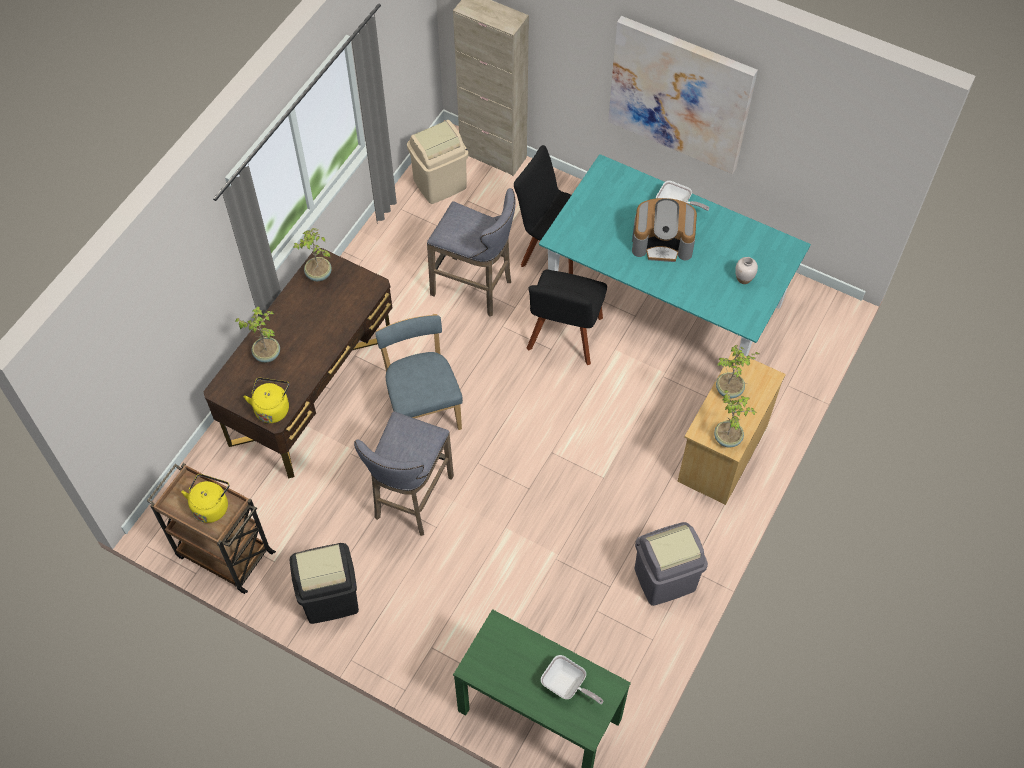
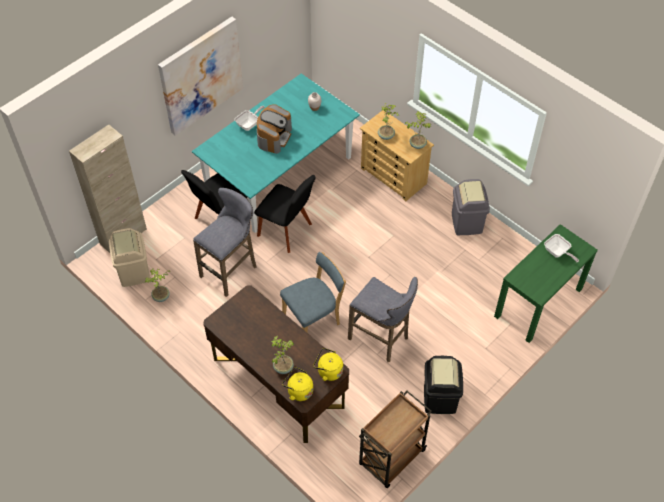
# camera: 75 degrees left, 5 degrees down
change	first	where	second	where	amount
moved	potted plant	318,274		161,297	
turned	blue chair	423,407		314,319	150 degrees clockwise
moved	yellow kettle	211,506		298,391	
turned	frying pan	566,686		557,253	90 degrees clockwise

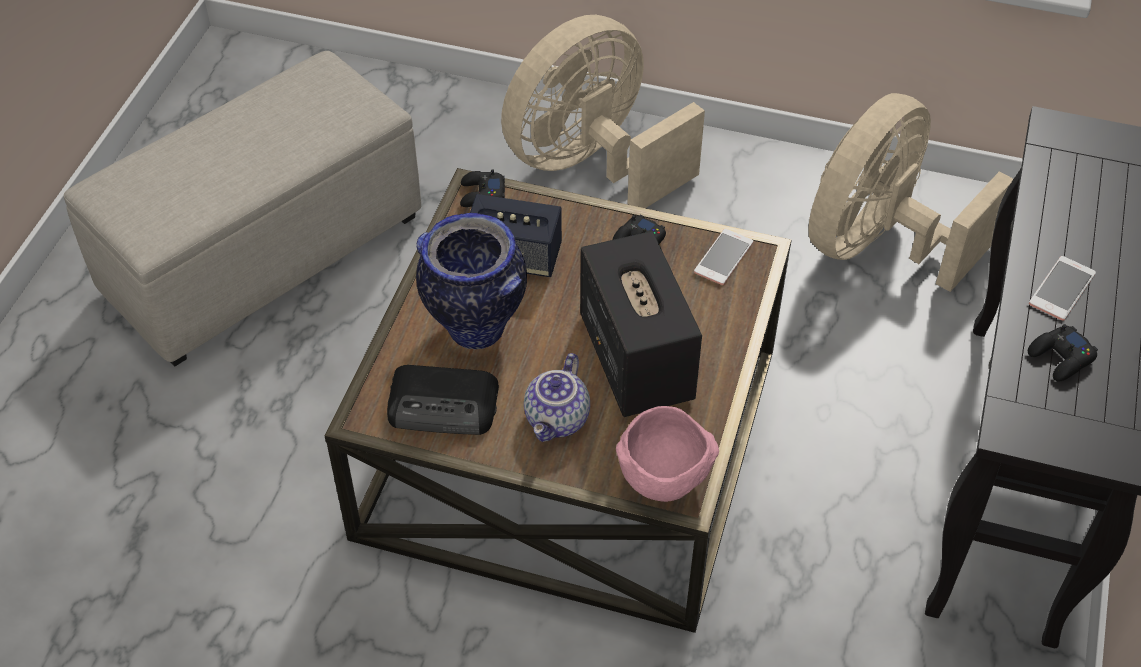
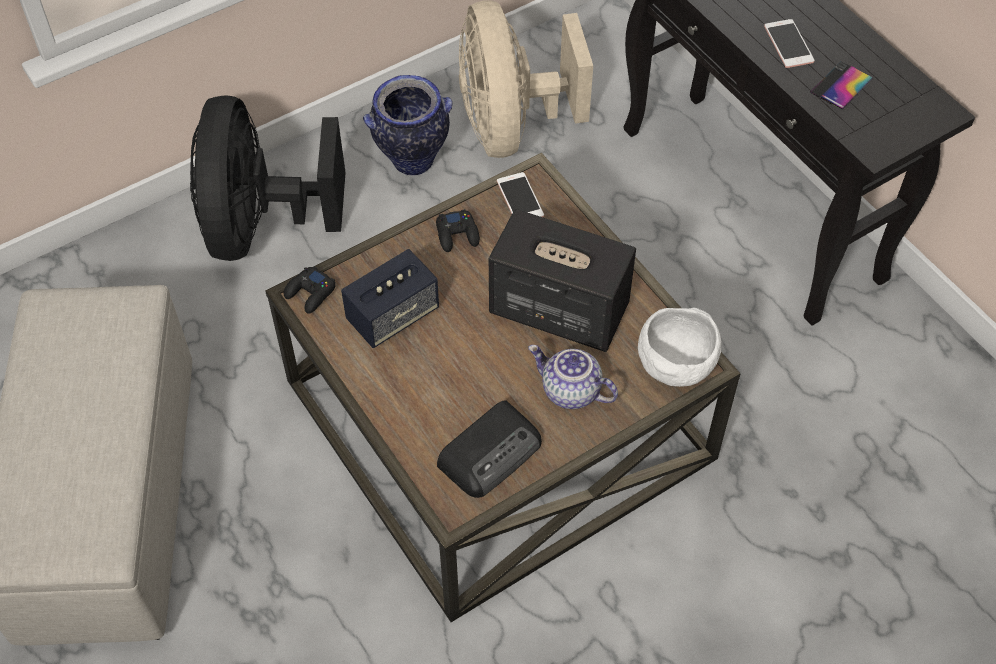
# camera: 50 degrees left, 5 degrees up
change	first	where	second	where	amount
recoloured	beige fan	592,164	black fan	261,225	
moved	vase	474,329		412,162	
turned	teapot	558,420		569,392	150 degrees clockwise
recoloured	pink bowl	664,477	white bowl	675,365	
replaced	black game controller	1061,358	phone	841,85	

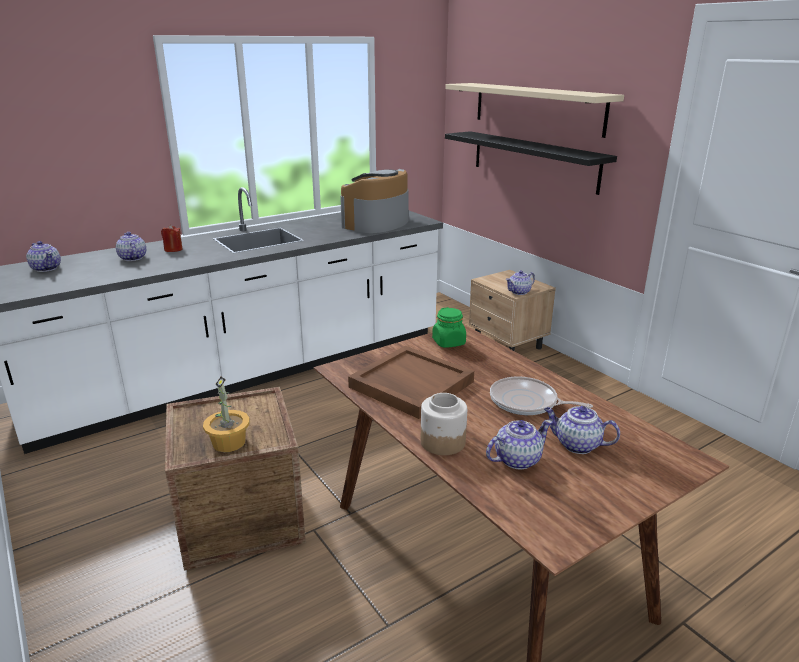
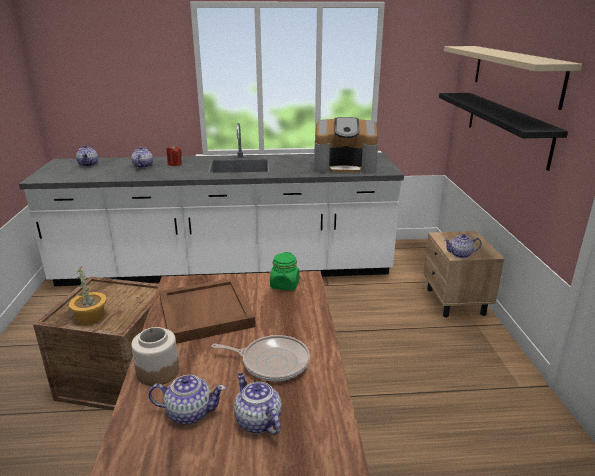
# camera: 30 degrees right, 0 degrees up
change	first	where	second	where	amount
turned	frying pan	527,402		272,362	135 degrees clockwise
turned	coffee machine	376,223		345,167	150 degrees counterclockwise

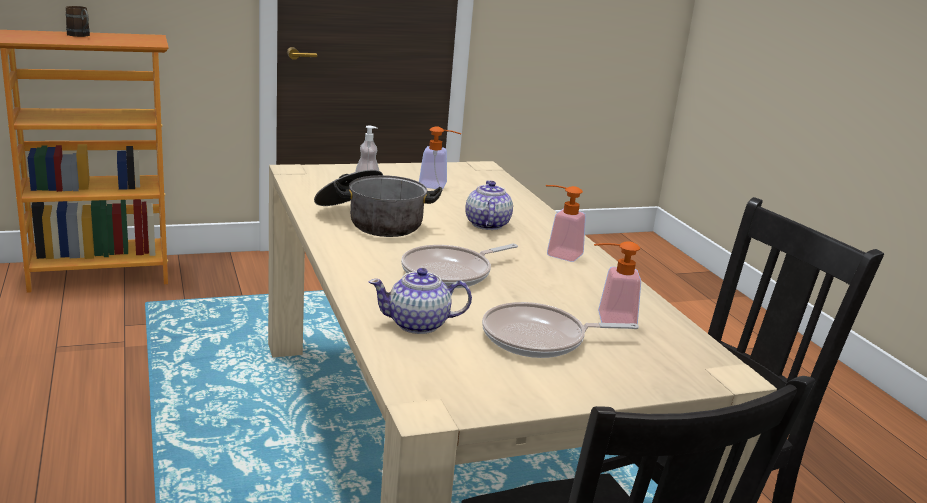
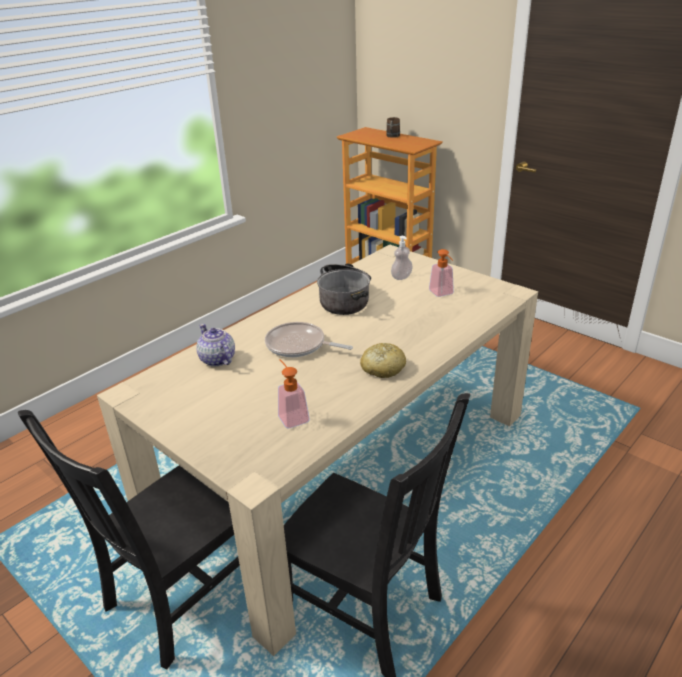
# camera: 65 degrees right, 10 degrees up
change	first	where	second	where	amount
replaced	soap dispenser	558,253	bread	382,368	
removed	teapot	486,225			
removed	frying pan	539,339			

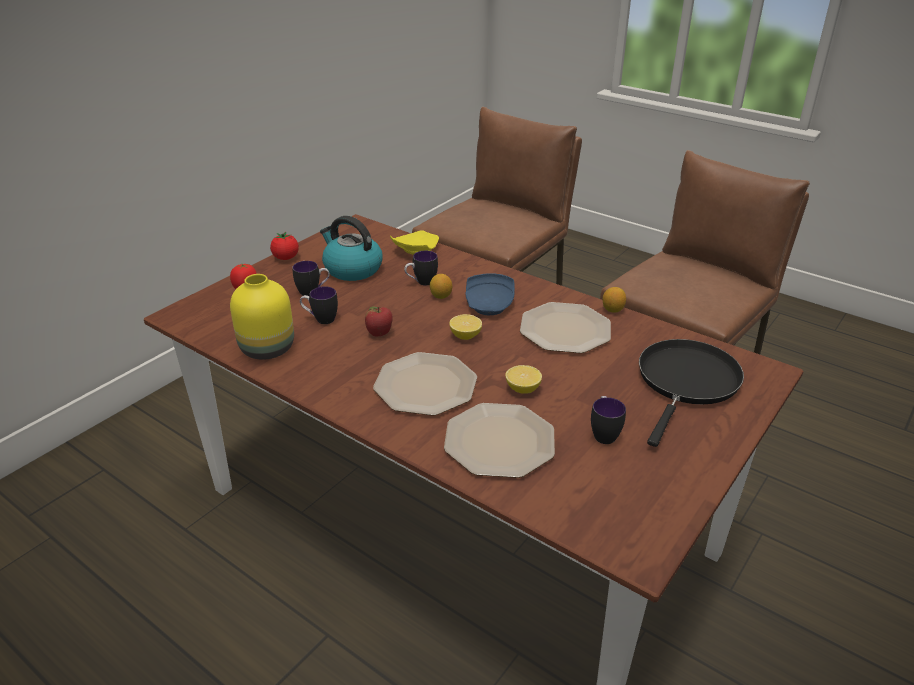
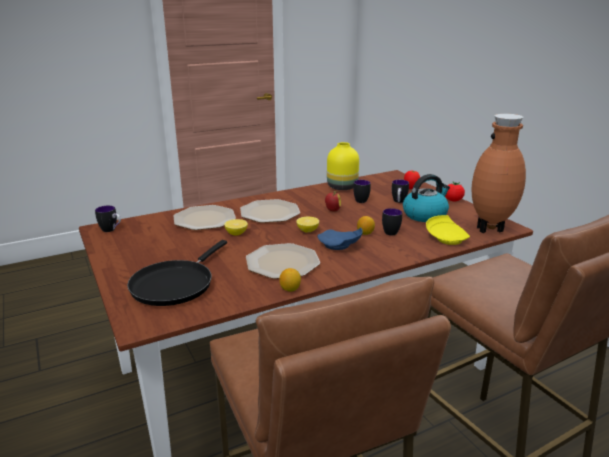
# camera: 115 degrees right, 10 degrees down
change	first	where	second	where	amount
moved	mug	603,433		111,230	
turned	black frying pan	686,382		175,284	60 degrees clockwise
added			brown vase	491,229	

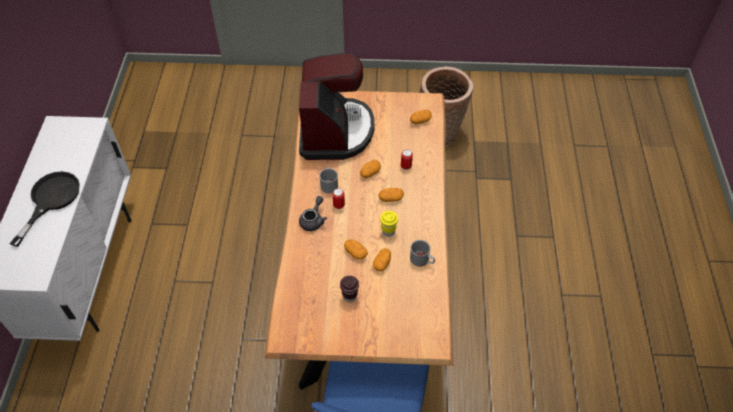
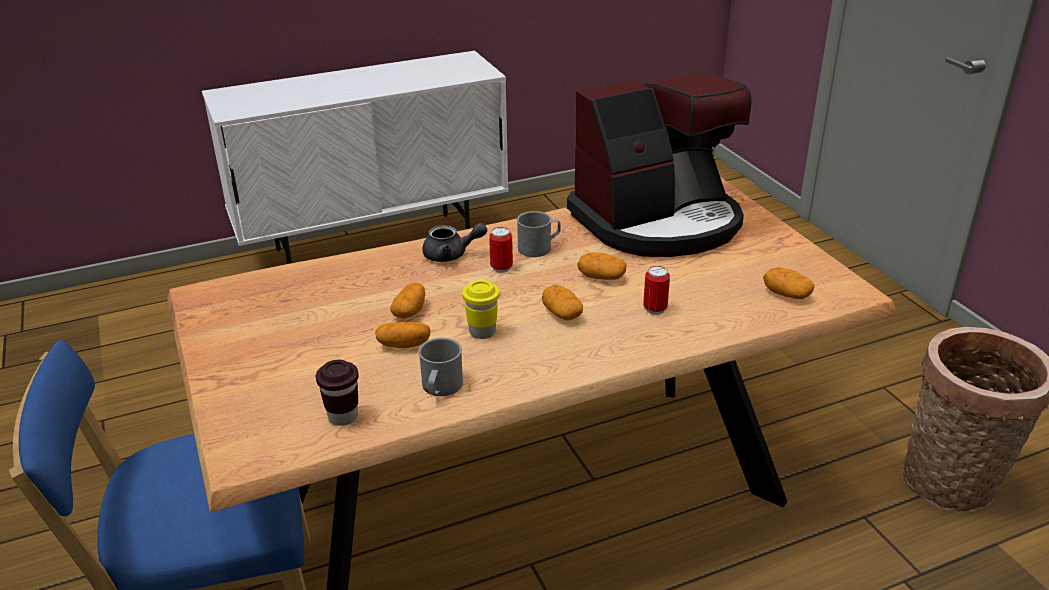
# camera: 65 degrees right, 20 degrees down
change	first	where	second	where	amount
moved	brown cup	349,296		343,416	
removed	black frying pan	51,200			

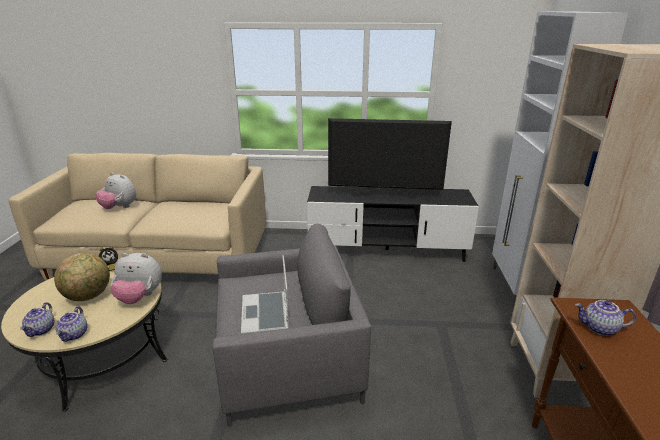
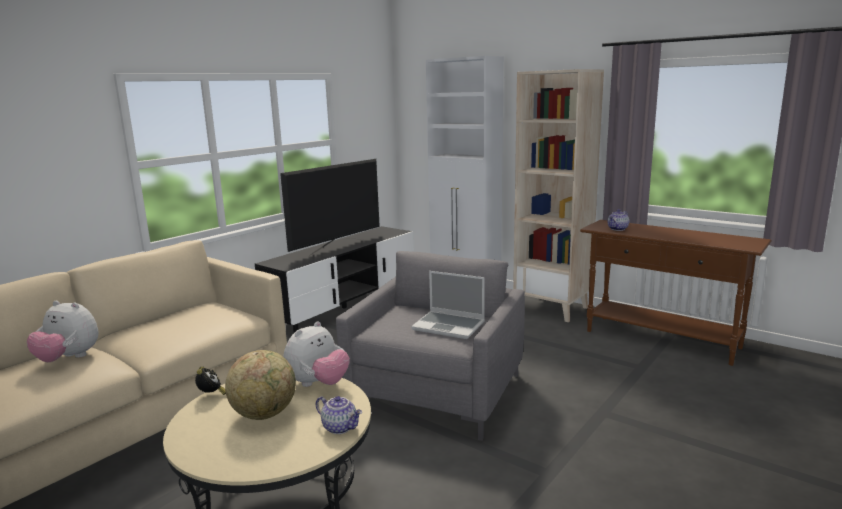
# camera: 55 degrees left, 10 degrees down
change	first	where	second	where	amount
turned	plush toy	119,208		69,359	45 degrees clockwise
removed	teapot	42,330			

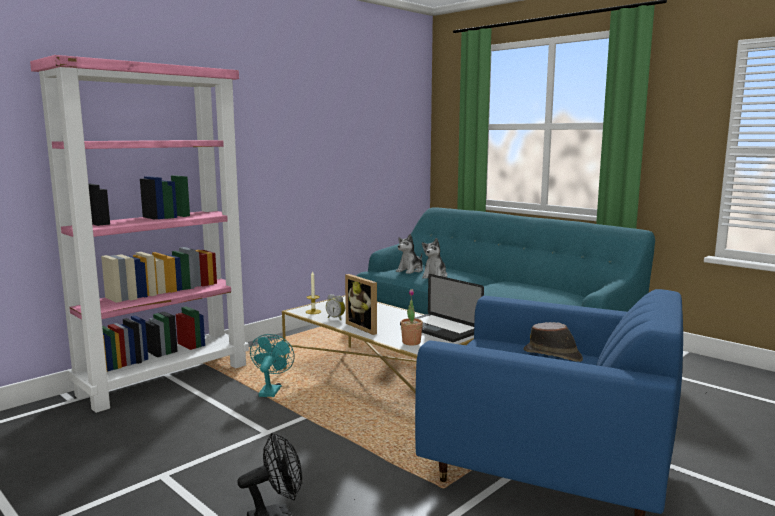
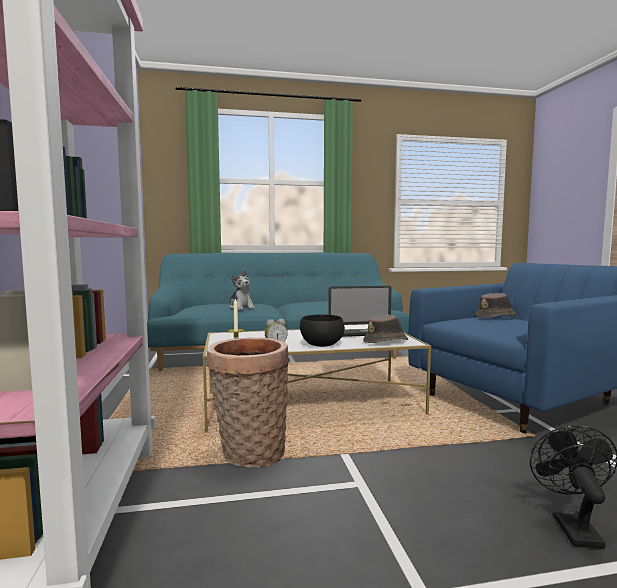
# camera: 55 degrees left, 5 degrees down
change	first	where	second	where	amount
replaced	turquoise fan	271,390	basket	249,453	
replaced	picture frame	365,327	black bowl	322,344	
replaced	potted plant	411,342	brown hat	386,341	
removed	plush toy	410,270			

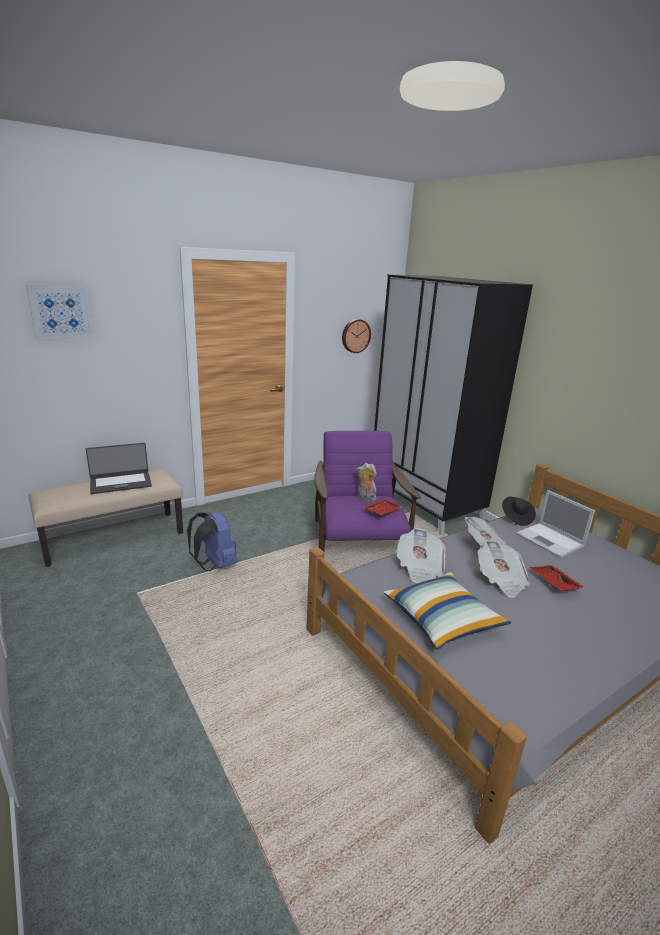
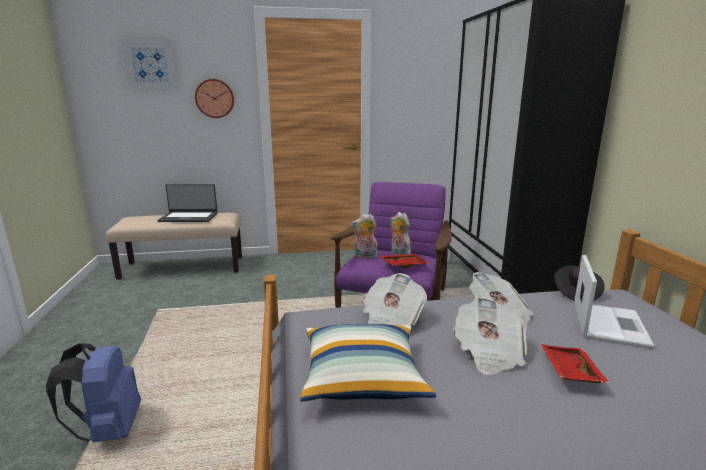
# camera: 25 degrees right, 5 degrees down
change	first	where	second	where	amount
moved	blue backpack	215,565		108,430	
moved	wall clock	355,335		215,98	
added			plush toy	365,256	
turned	laptop	550,540		608,324	150 degrees counterclockwise

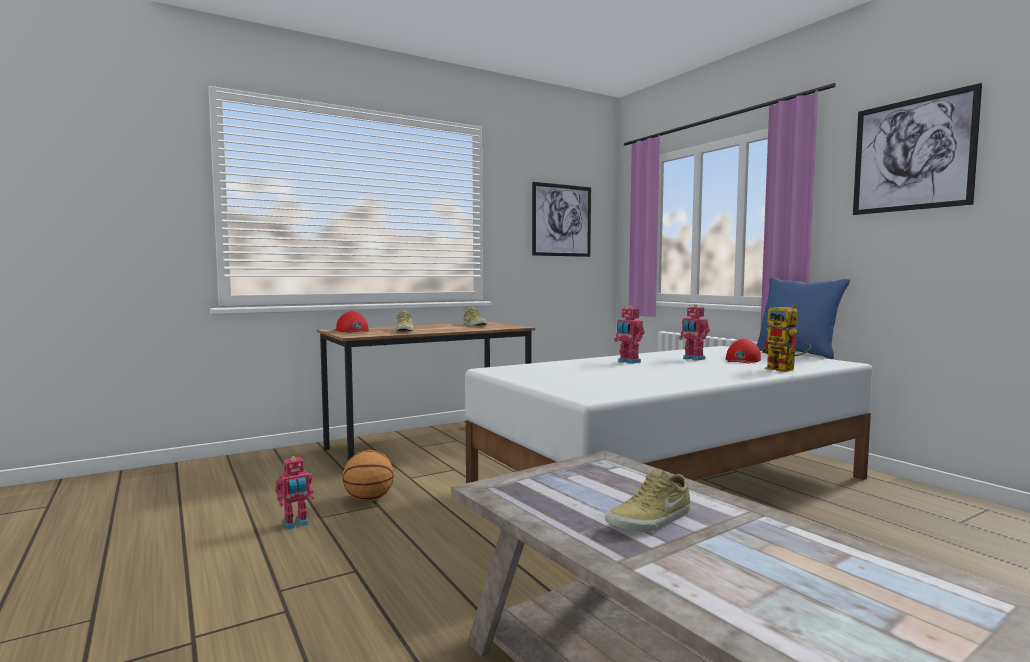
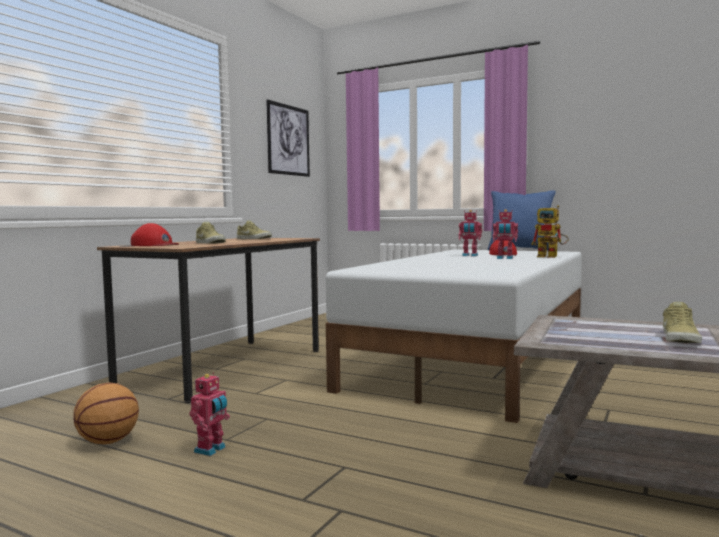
# camera: 30 degrees left, 0 degrees up
change	first	where	second	where	amount
moved	basketball	369,499		108,441	
moved	toy robot	628,362		505,258	
removed	picture	912,154			

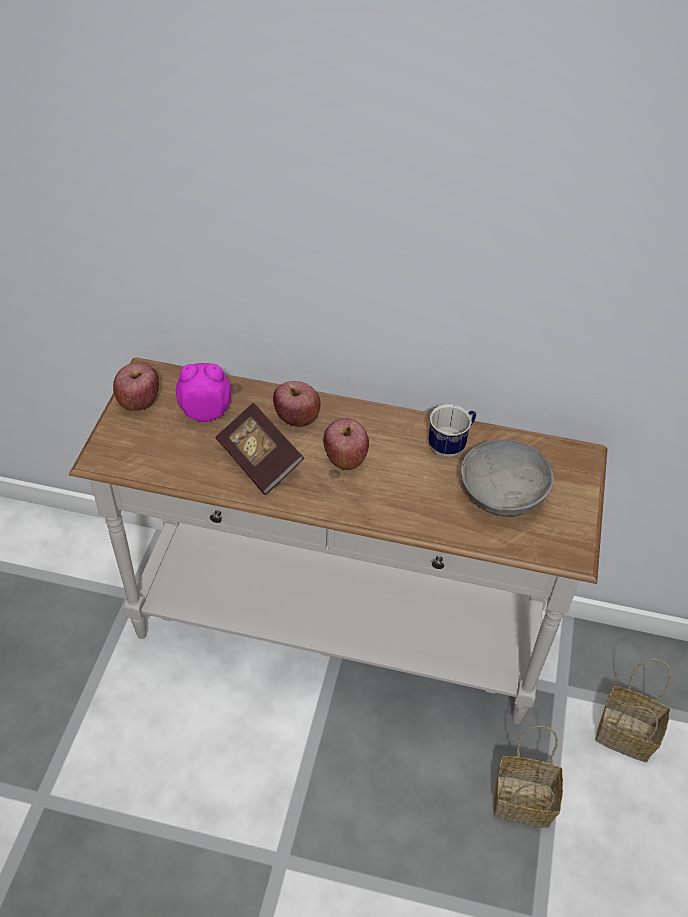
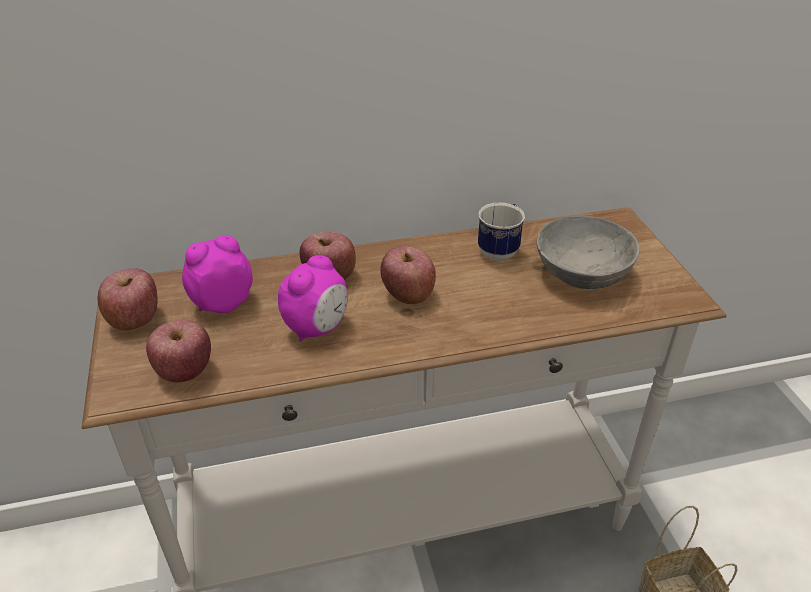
# camera: 25 degrees left, 10 degrees down
change	first	where	second	where	amount
added			apple	185,371	
replaced	book	259,460	alarm clock	317,328	
removed	basket	623,734			

